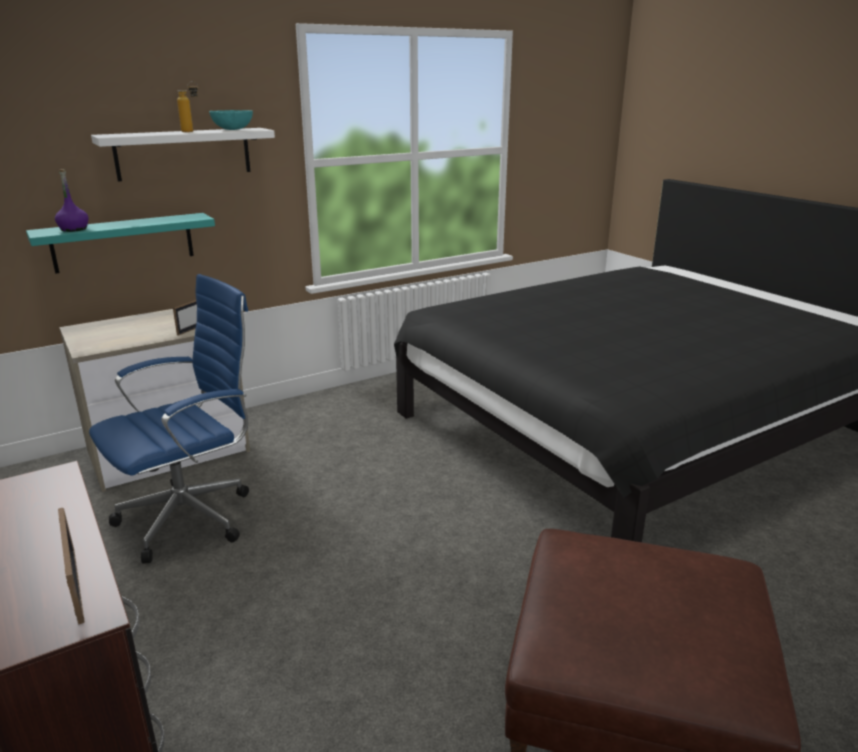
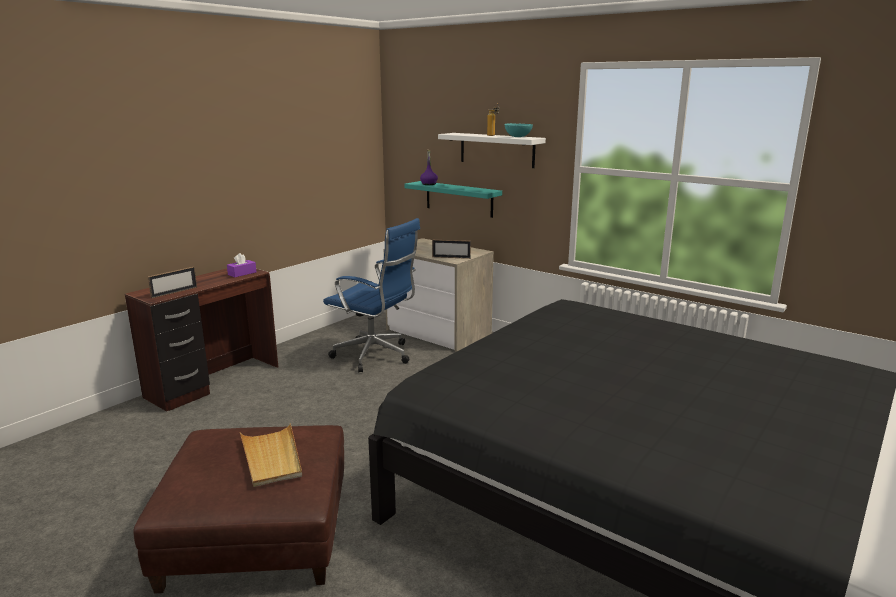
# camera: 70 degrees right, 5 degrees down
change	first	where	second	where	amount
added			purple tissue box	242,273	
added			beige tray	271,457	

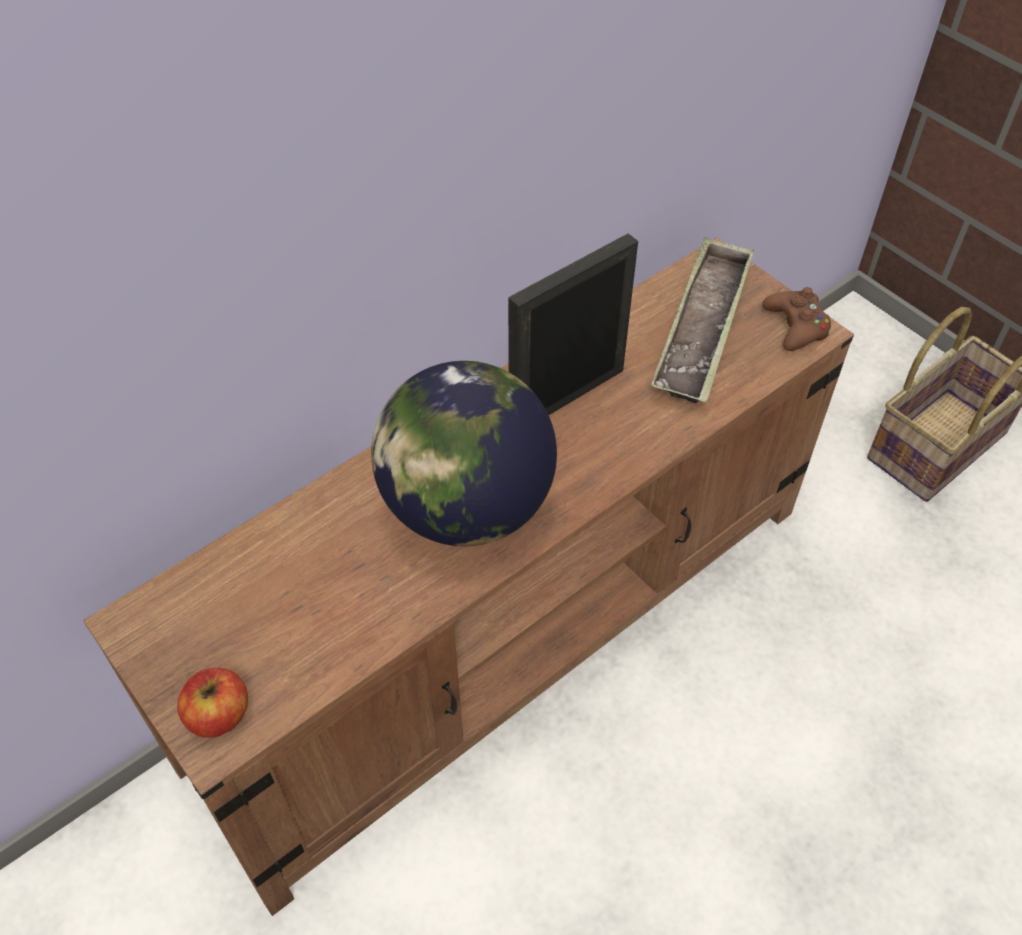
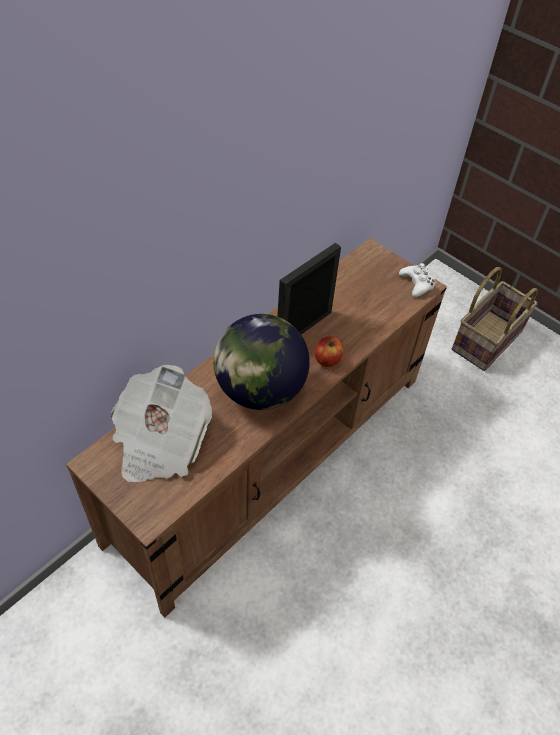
# camera: 10 degrees left, 0 degrees up
change	first	where	second	where	amount
added			newspaper	160,441	
moved	apple	219,715		327,359	
recoloured	brown game controller	796,326	white game controller	417,284	
removed	tray	702,328			

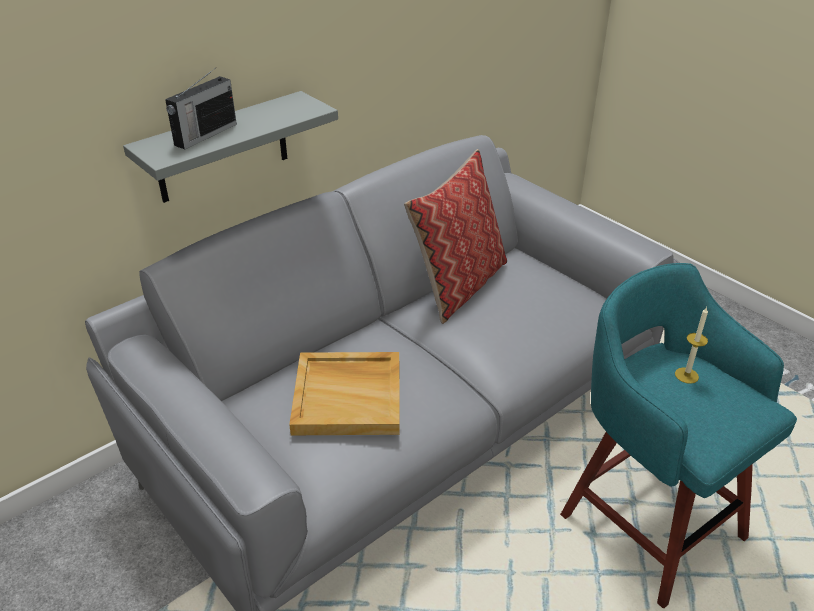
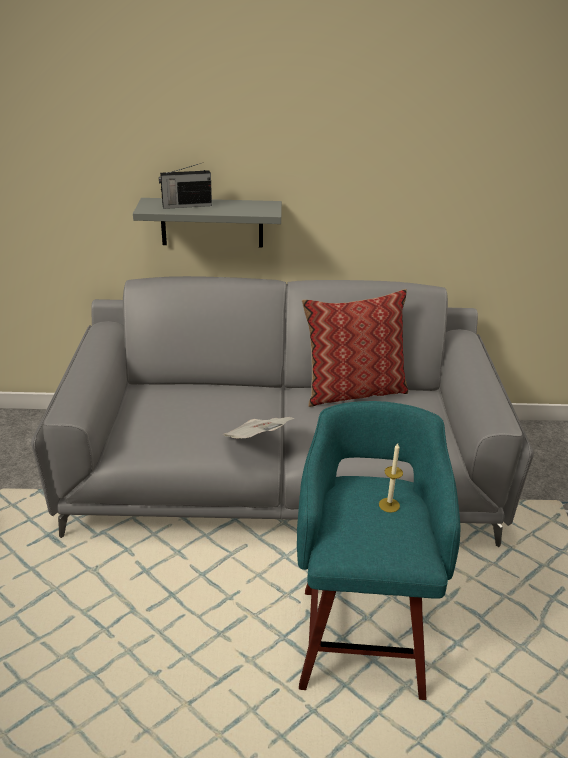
# camera: 40 degrees right, 5 degrees down
change	first	where	second	where	amount
added			newspaper	257,442	
removed	beige tray	349,396			

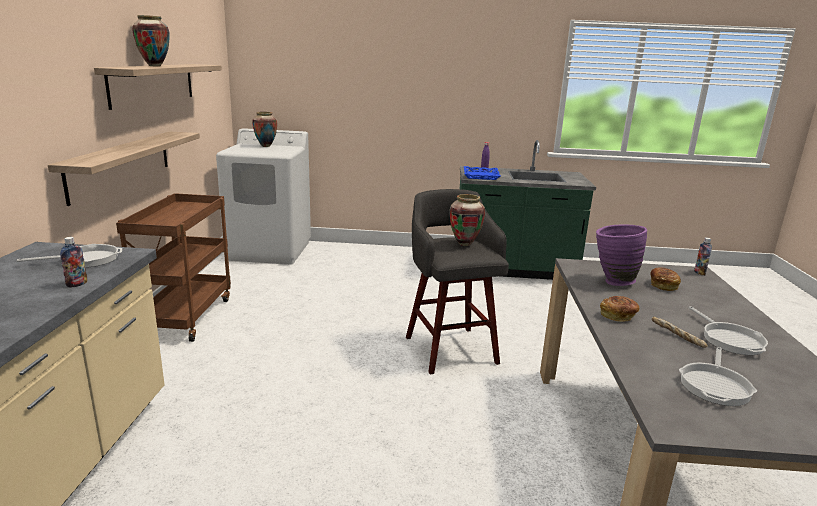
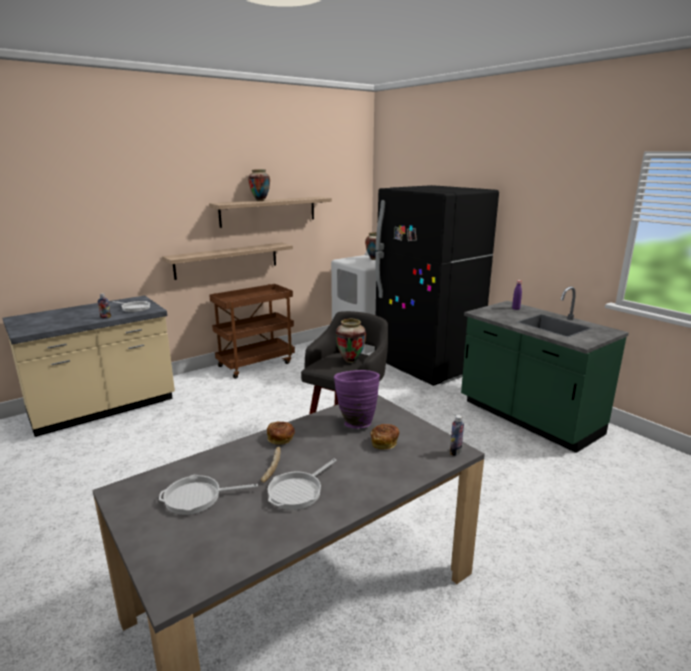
# camera: 50 degrees right, 0 degrees up
change	first	where	second	where	amount
added			black fridge	426,367	
removed	blue tray	481,176			

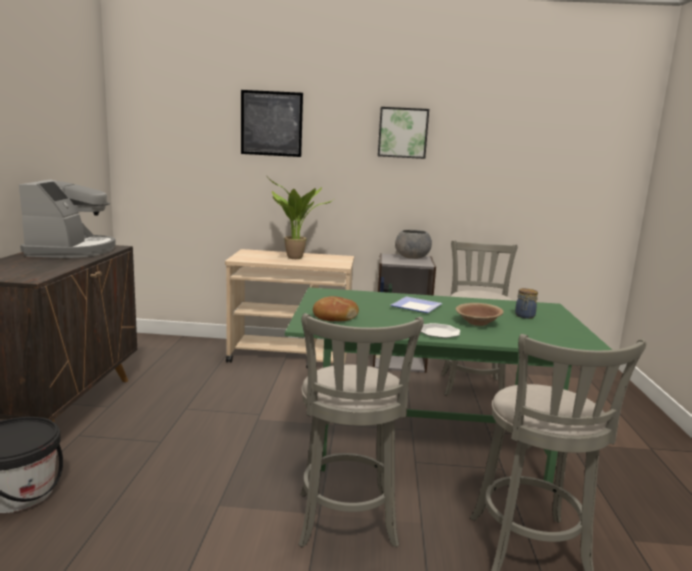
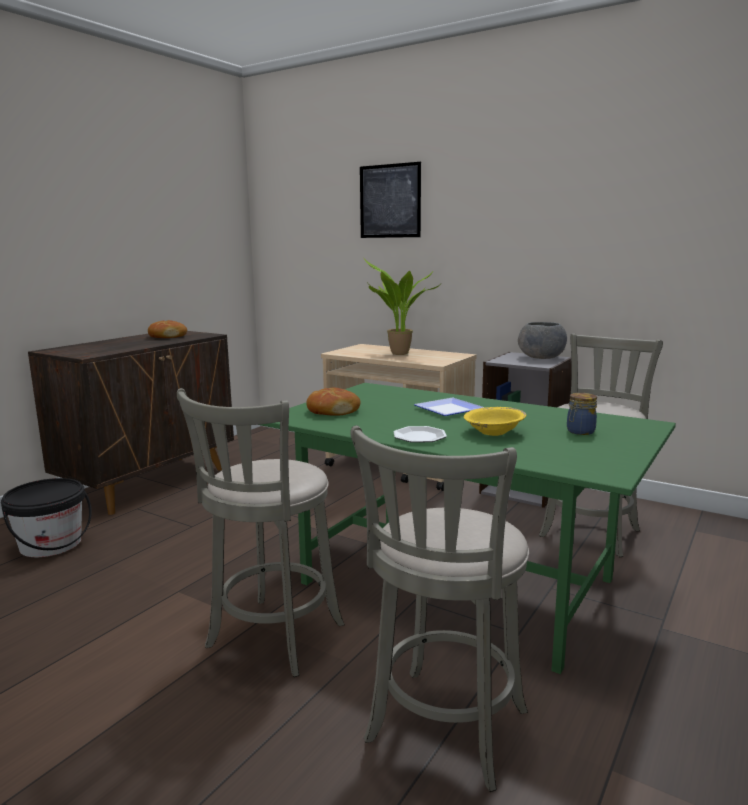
# camera: 30 degrees right, 0 degrees up
change	first	where	second	where	amount
replaced	coffee machine	72,250	bread	167,336	
recoloured	brown bowl	477,323	yellow bowl	493,432	
removed	picture	402,133			

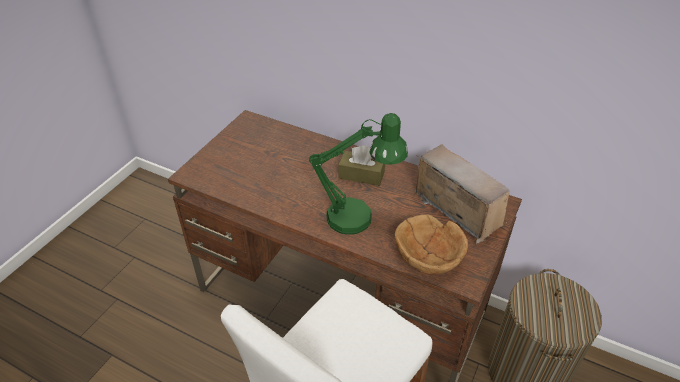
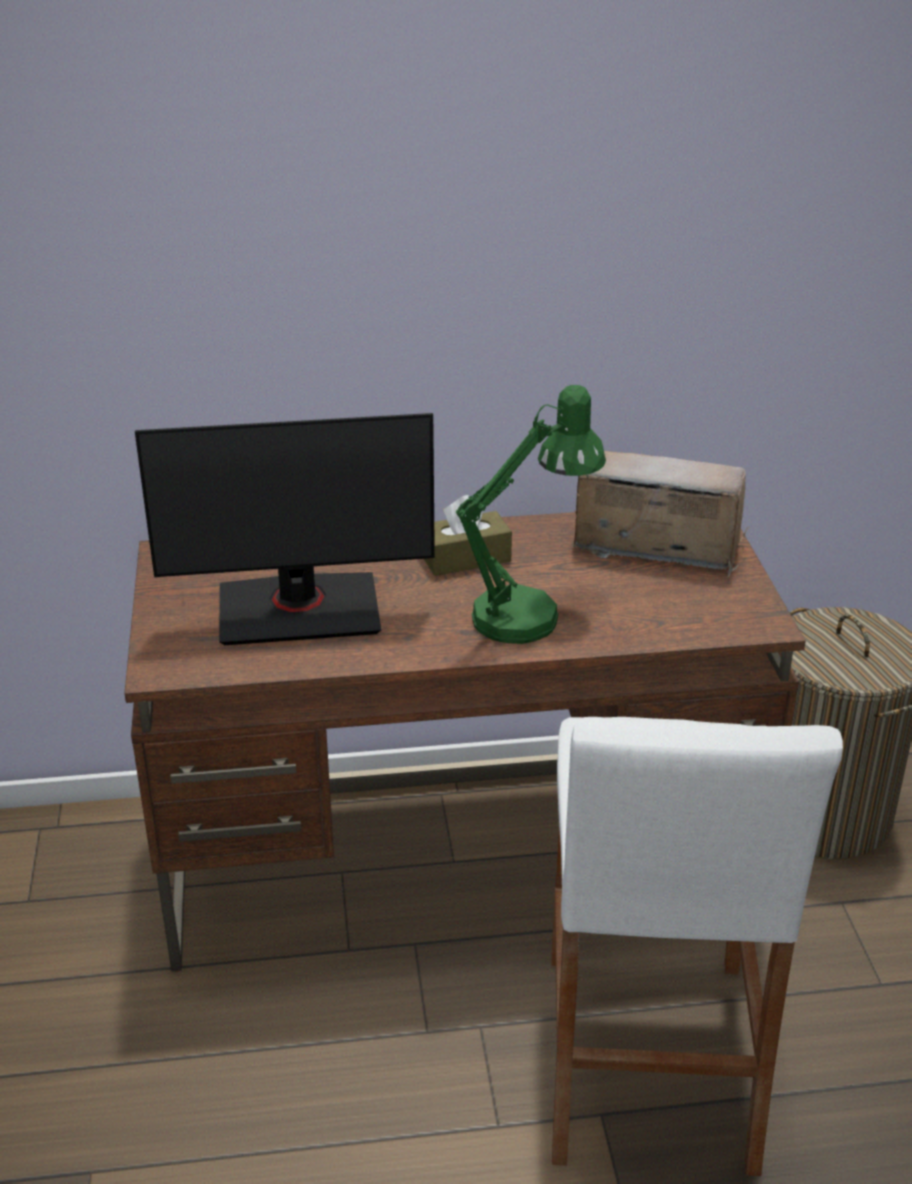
# camera: 35 degrees left, 10 degrees down
change	first	where	second	where	amount
added			monitor	299,609	
removed	brown bowl	428,256			

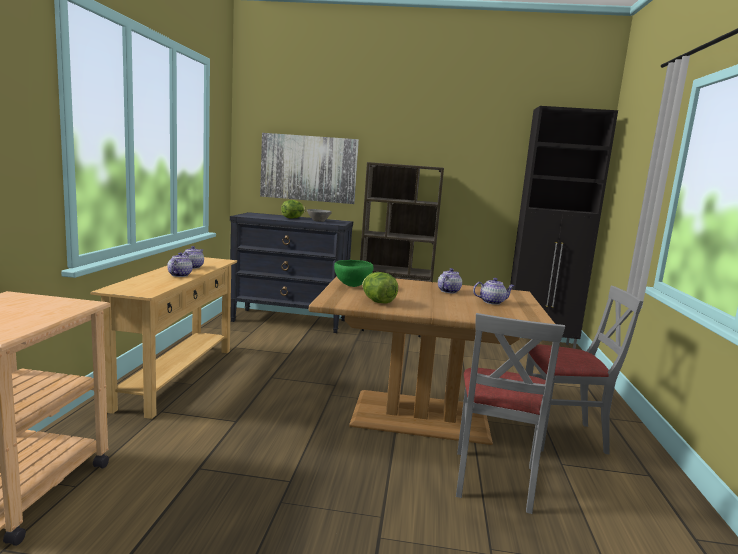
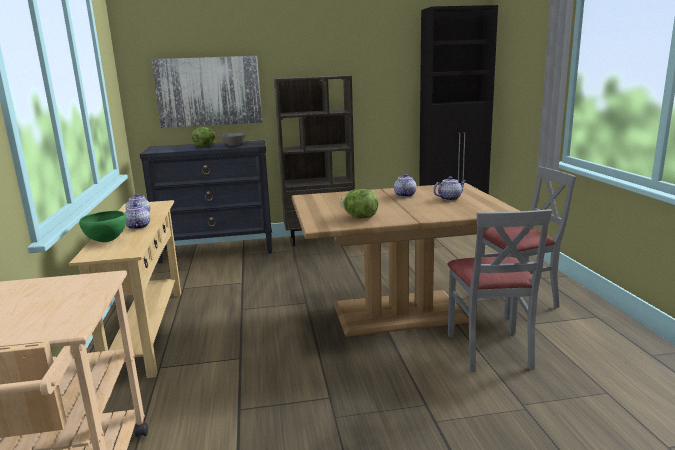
# camera: 15 degrees left, 5 degrees up
change	first	where	second	where	amount
moved	green bowl	352,286		107,241	

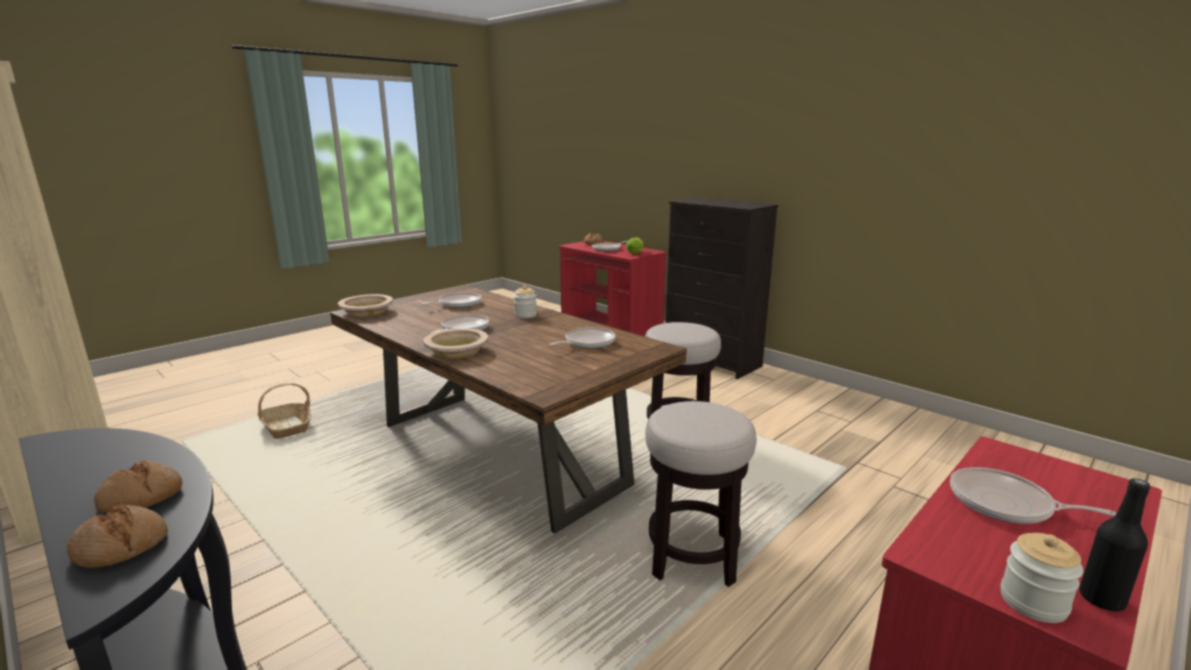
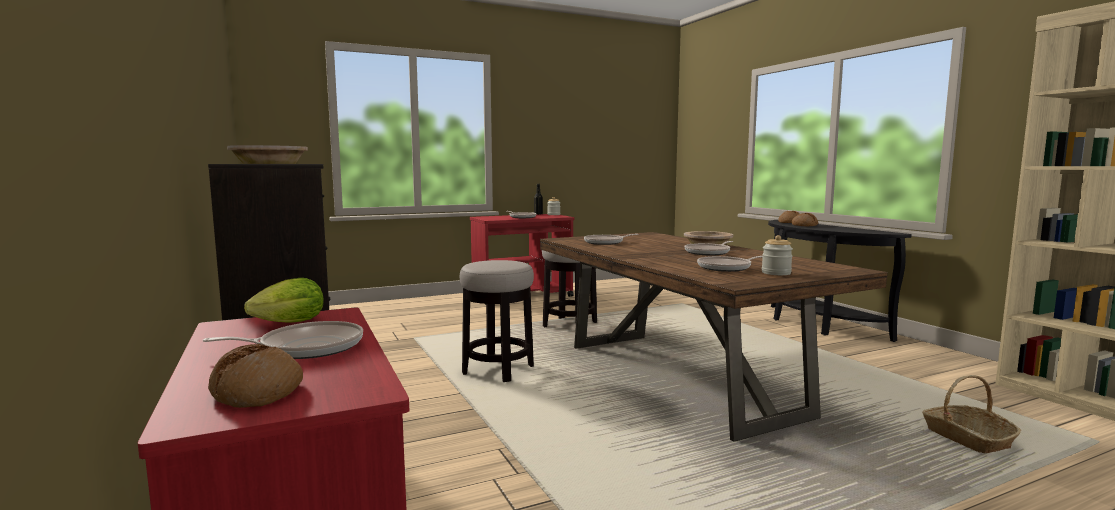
# camera: 160 degrees left, 10 degrees down
change	first	where	second	where	amount
moved	beige bowl	367,312		269,163	
moved	jar	525,315		776,273	

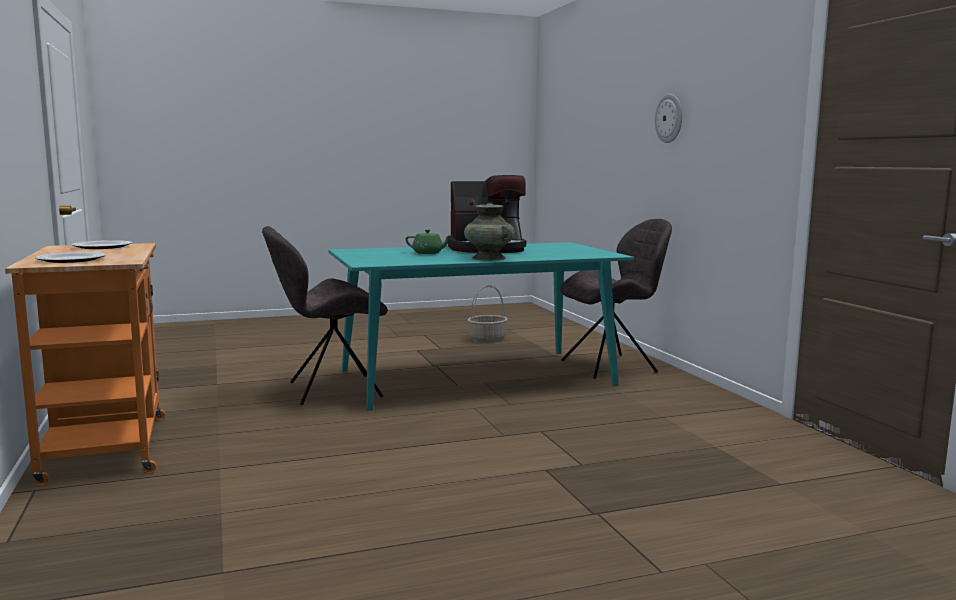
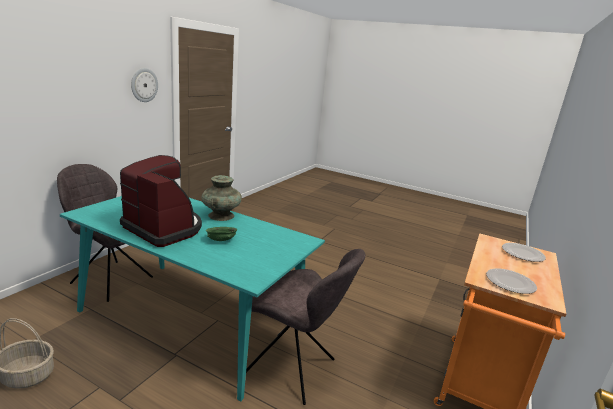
# camera: 135 degrees left, 10 degrees up
change	first	where	second	where	amount
moved	wall clock	669,118		144,85	
replaced	green teapot	428,253	green bowl	221,240	

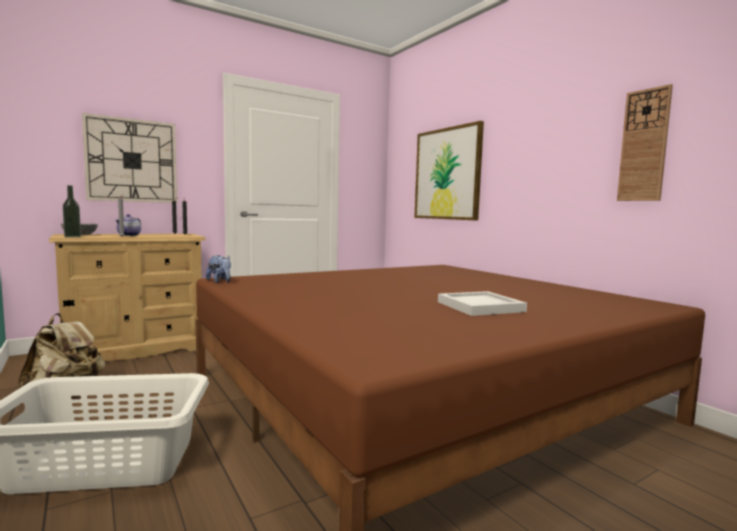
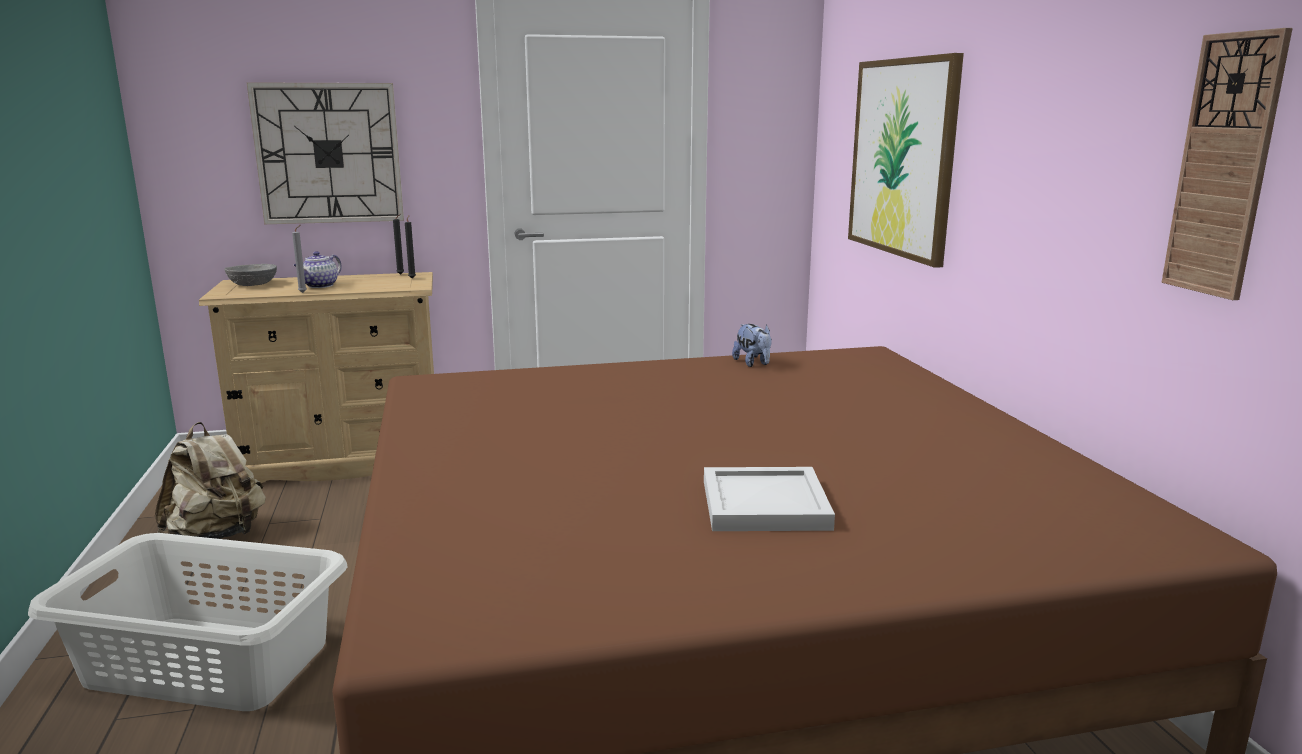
# camera: 20 degrees right, 10 degrees up
change	first	where	second	where	amount
moved	plush toy	220,281		753,363	
removed	bottle	72,237			

